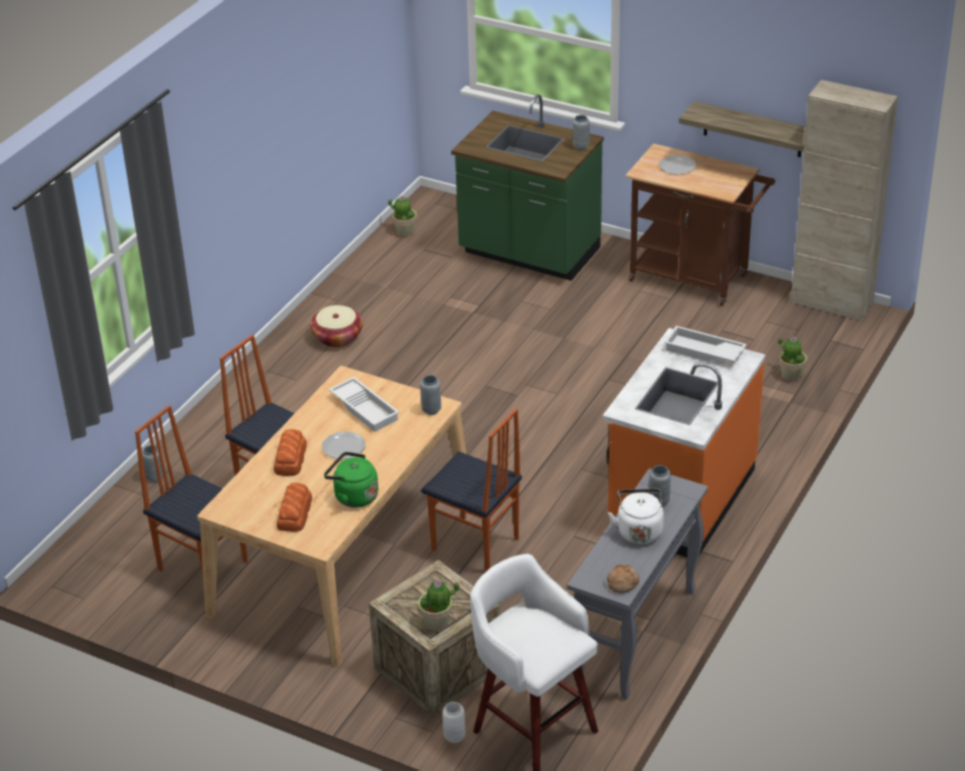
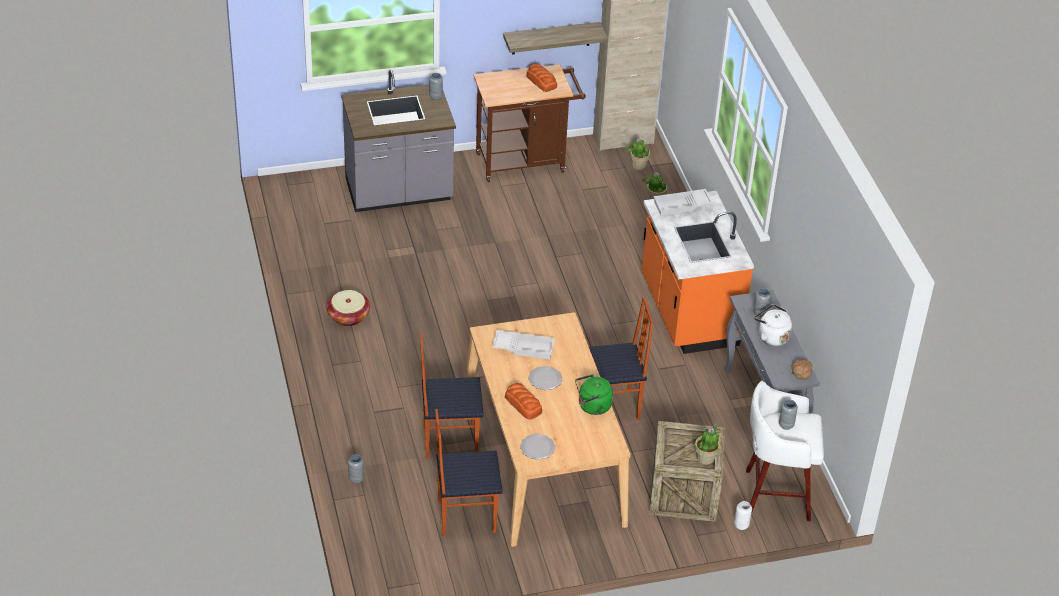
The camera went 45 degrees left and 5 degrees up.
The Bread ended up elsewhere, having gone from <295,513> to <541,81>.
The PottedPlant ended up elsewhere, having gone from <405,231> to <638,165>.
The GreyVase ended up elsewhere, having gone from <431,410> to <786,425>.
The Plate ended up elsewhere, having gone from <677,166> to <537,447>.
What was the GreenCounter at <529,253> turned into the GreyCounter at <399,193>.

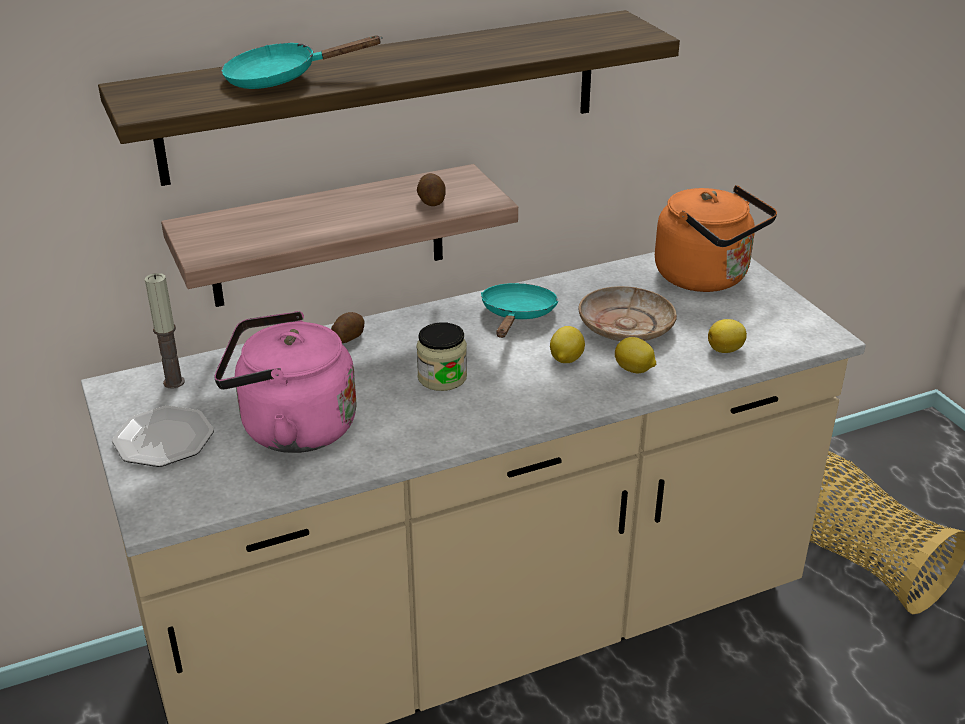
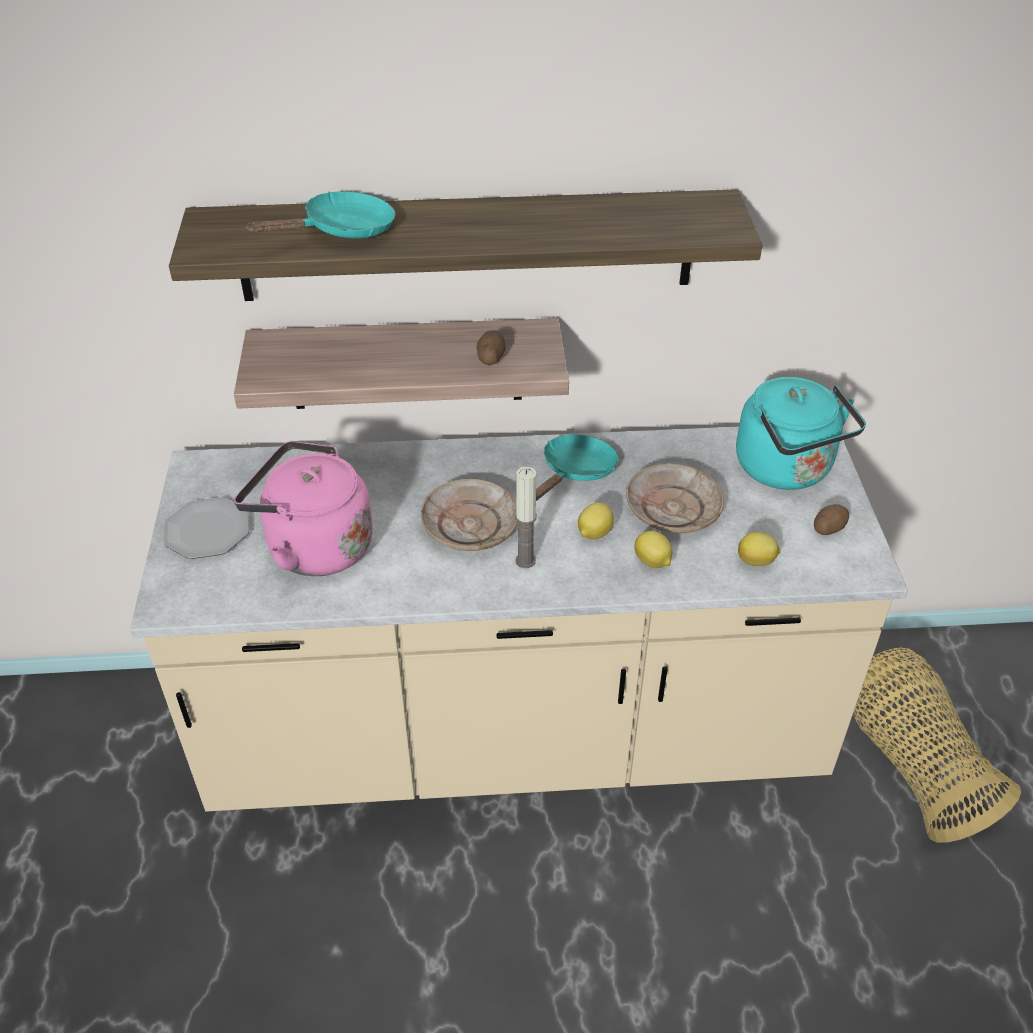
The camera went 20 degrees right and 10 degrees up.
The Candle ended up elsewhere, having gone from <174,382> to <525,561>.
The Potato ended up elsewhere, having gone from <347,337> to <828,528>.
Where the Jar stood at <442,377>, the BeigePlate came to stand at <470,525>.
What was the OrangeKettle at <707,278> turned into the TurquoiseKettle at <787,470>.
The TurquoiseFryingPan at <281,78> ended up facing another way, 135 degrees clockwise from before.

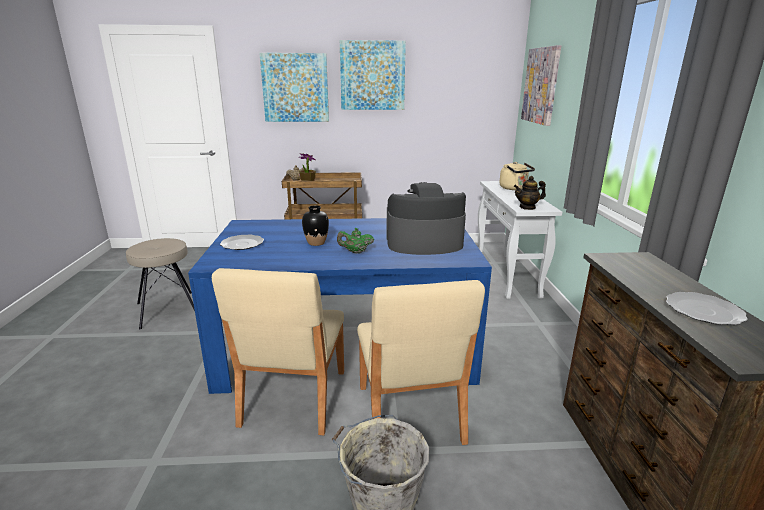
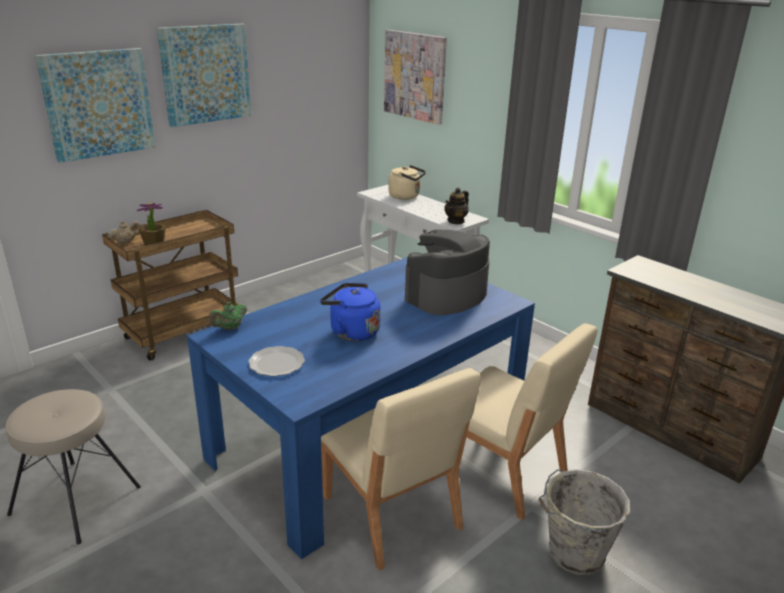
The camera went 40 degrees left and 5 degrees up.
The second view lost the Plate at <704,311>.
The GreenTeapot ended up elsewhere, having gone from <355,252> to <230,328>.
Where the BlackVase stood at <316,243>, the BlueKettle came to stand at <351,332>.

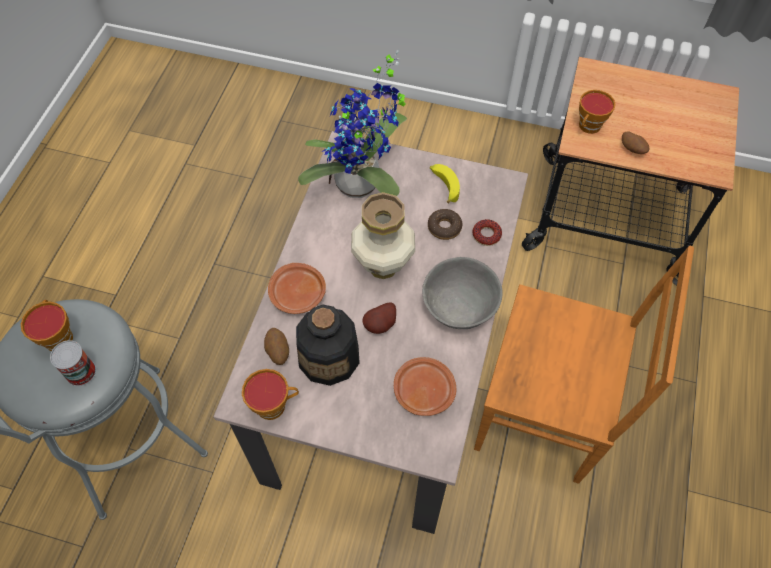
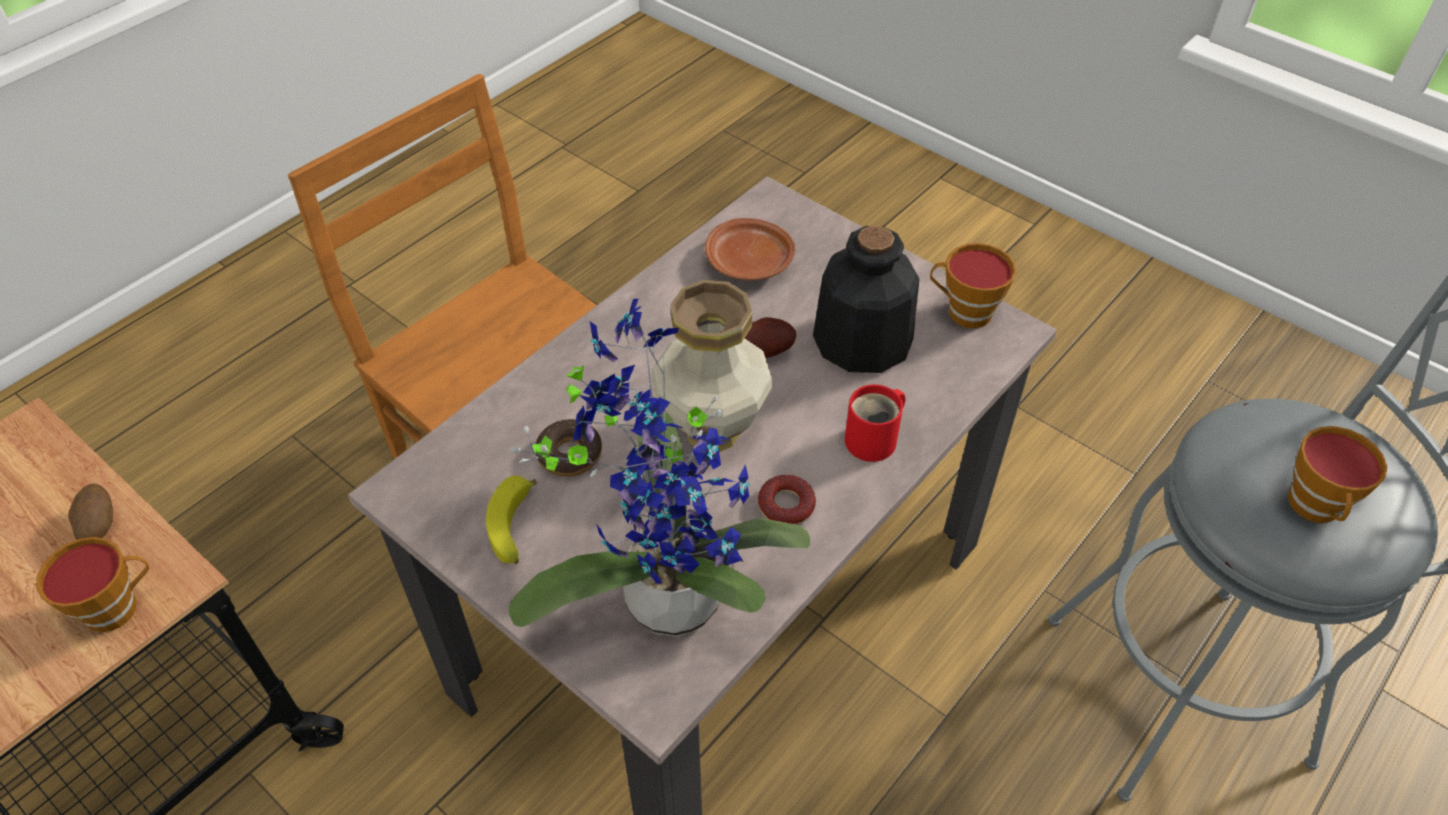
The camera went 155 degrees left and 10 degrees down.
The second view lost the Can at <80,372>.
The second view lost the Potato at <277,352>.
The second view lost the GreyBowl at <459,306>.
The Donut ended up elsewhere, having gone from <486,235> to <786,505>.
Where the BrownPlate stood at <298,294>, the RedMug came to stand at <875,439>.

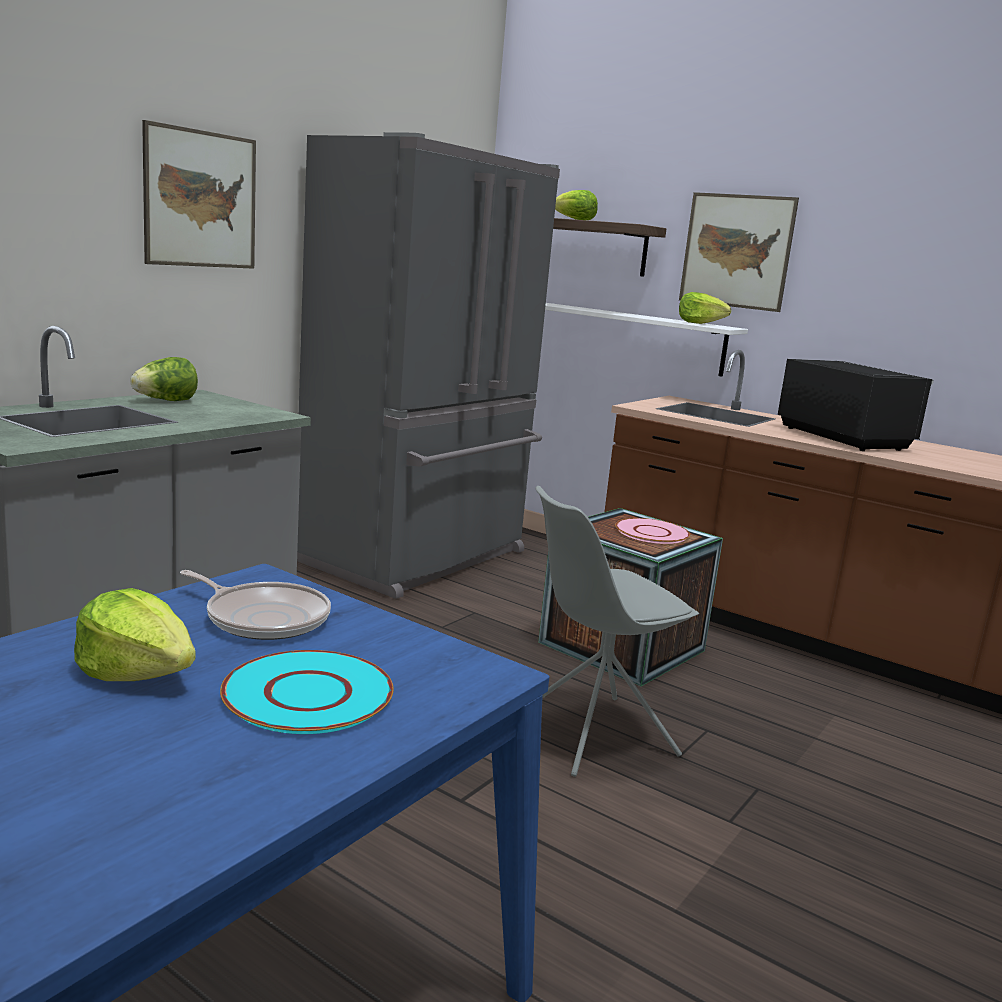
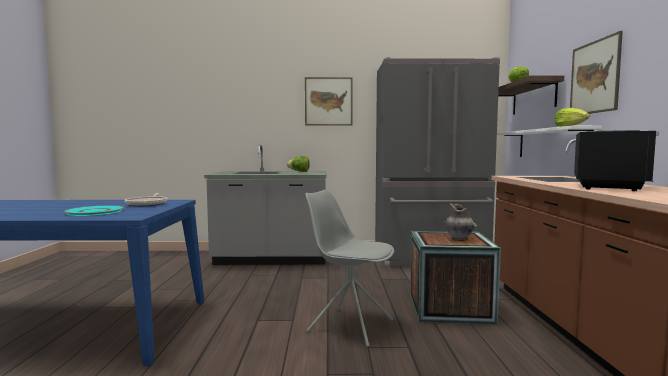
The camera went 55 degrees right and 10 degrees down.
The second view lost the Lettuce at <137,672>.
Where the PinkPlate stood at <652,532>, the GreyVase came to stand at <459,239>.

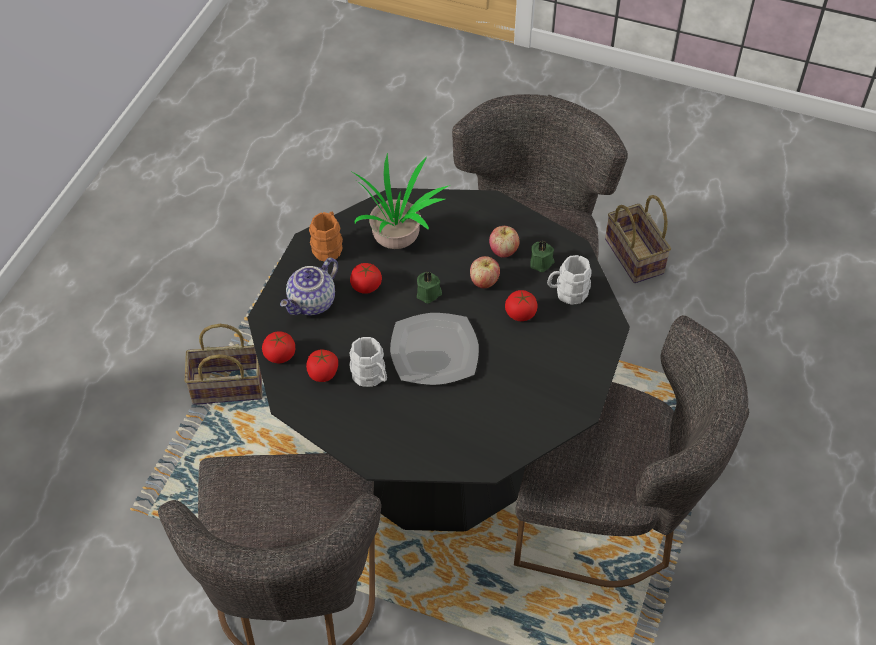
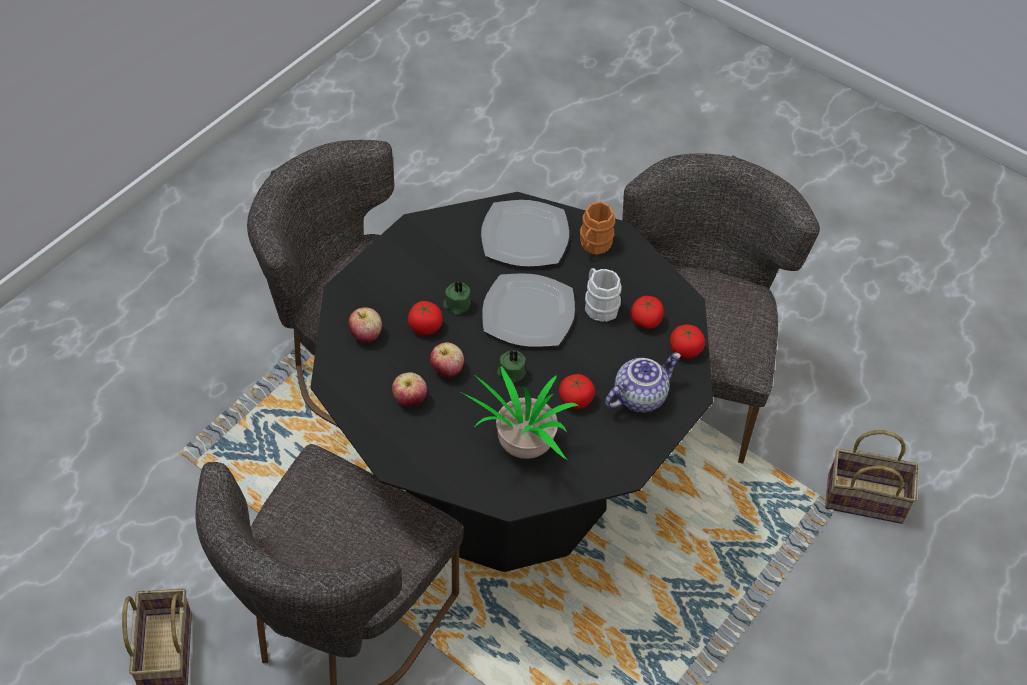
The camera went 165 degrees left and 0 degrees up.
The second view gained the Plate at <524,237>.
The Basket ended up elsewhere, having gone from <225,388> to <867,498>.
The OrangeMug ended up elsewhere, having gone from <328,246> to <593,245>.
The GreenCandle ended up elsewhere, having gone from <542,263> to <456,304>.
Where the WhiteMug stood at <567,293>, the Apple came to stand at <366,335>.

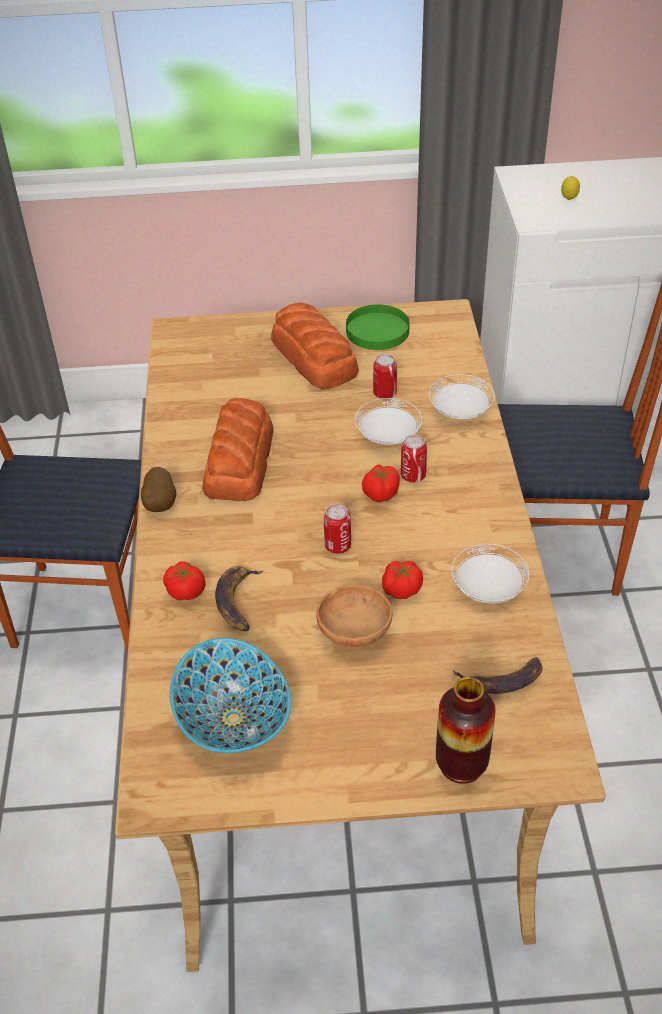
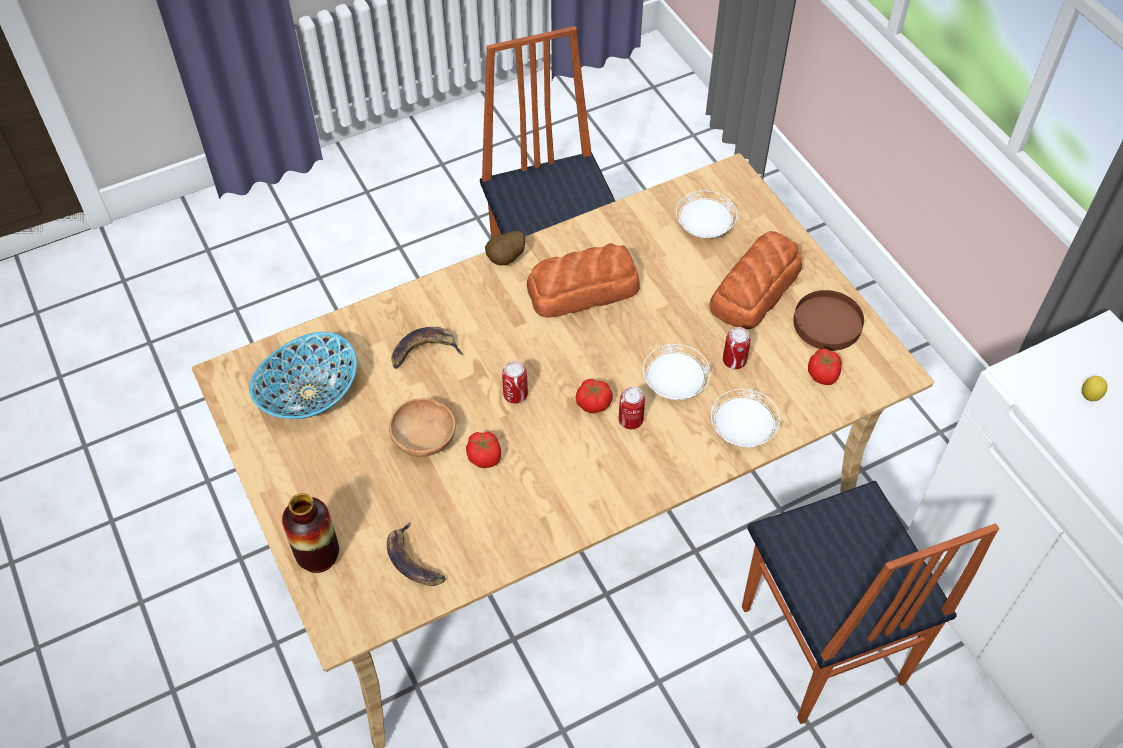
The camera went 65 degrees right and 10 degrees up.
The Tomato ended up elsewhere, having gone from <186,592> to <822,375>.
The WhitePlate ended up elsewhere, having gone from <488,588> to <704,227>.
What was the GreenPlate at <377,330> turned into the BrownPlate at <828,323>.

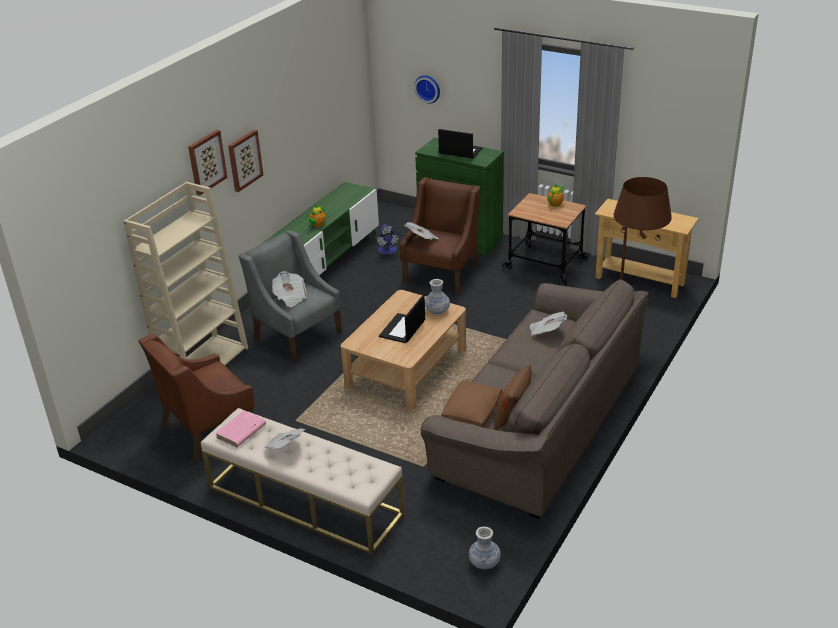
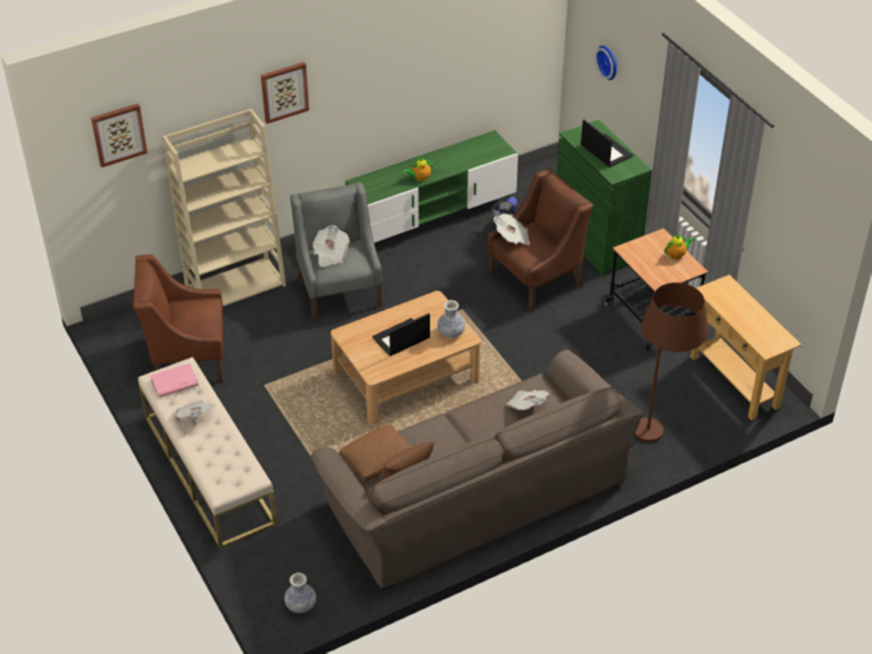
The camera went 30 degrees right and 10 degrees up.
The Picture ended up elsewhere, having gone from <244,160> to <118,134>.

